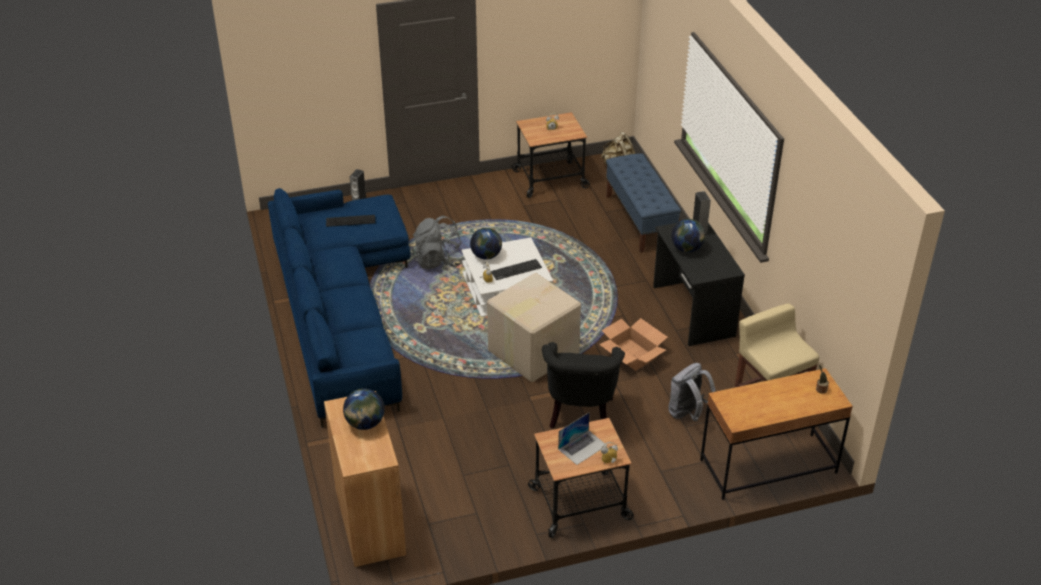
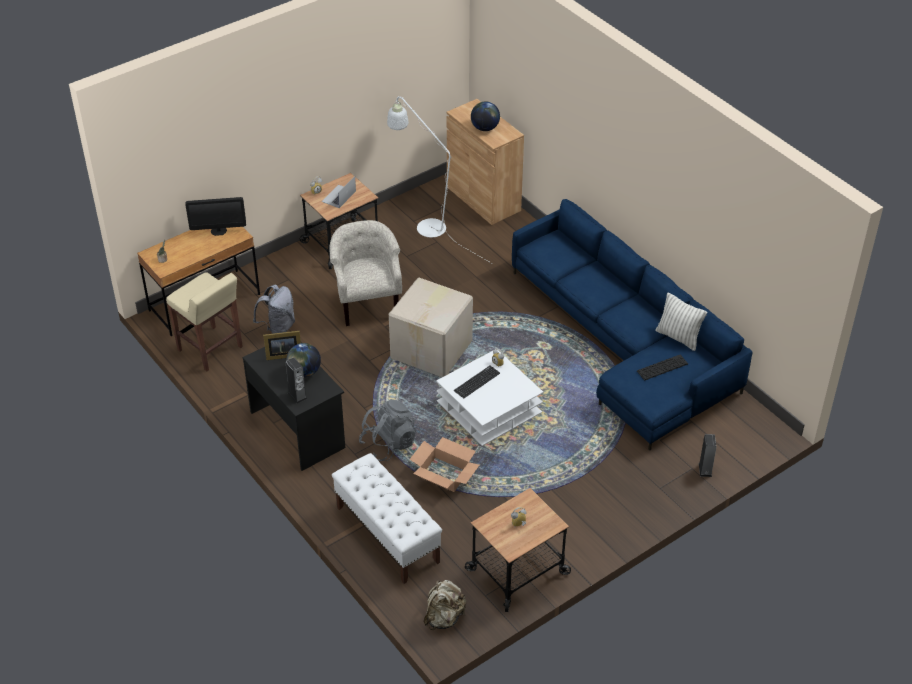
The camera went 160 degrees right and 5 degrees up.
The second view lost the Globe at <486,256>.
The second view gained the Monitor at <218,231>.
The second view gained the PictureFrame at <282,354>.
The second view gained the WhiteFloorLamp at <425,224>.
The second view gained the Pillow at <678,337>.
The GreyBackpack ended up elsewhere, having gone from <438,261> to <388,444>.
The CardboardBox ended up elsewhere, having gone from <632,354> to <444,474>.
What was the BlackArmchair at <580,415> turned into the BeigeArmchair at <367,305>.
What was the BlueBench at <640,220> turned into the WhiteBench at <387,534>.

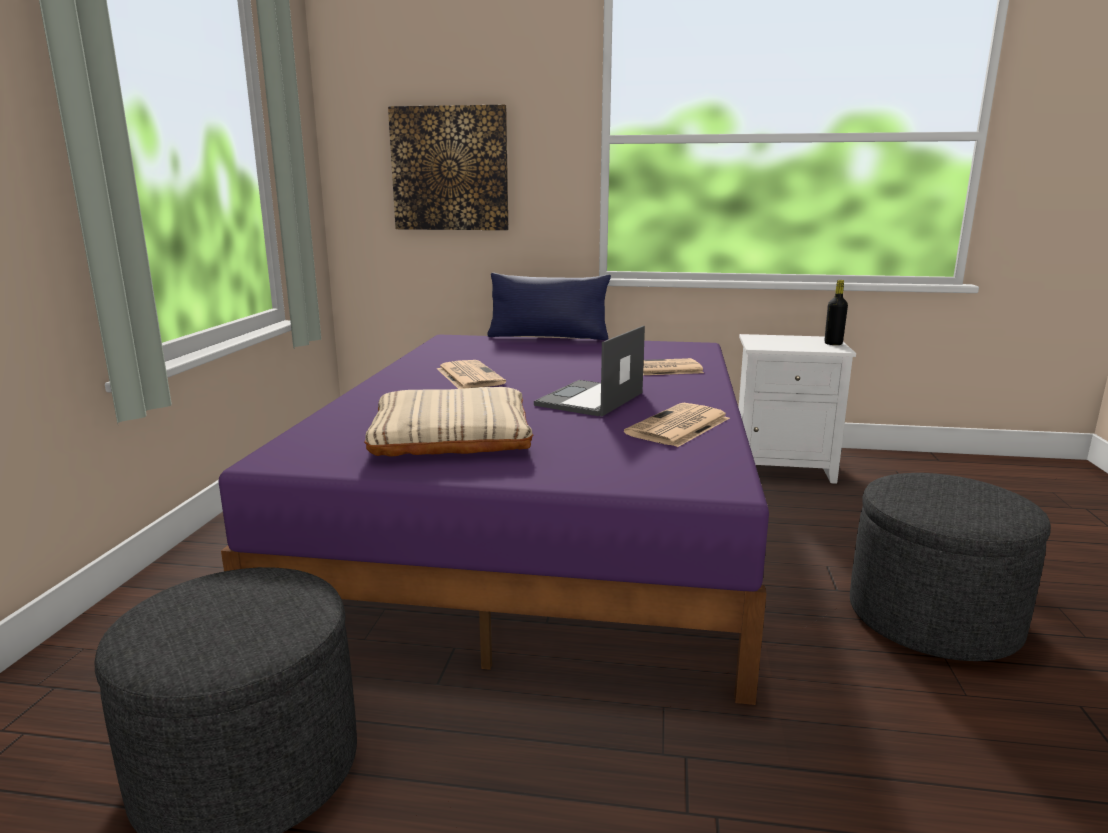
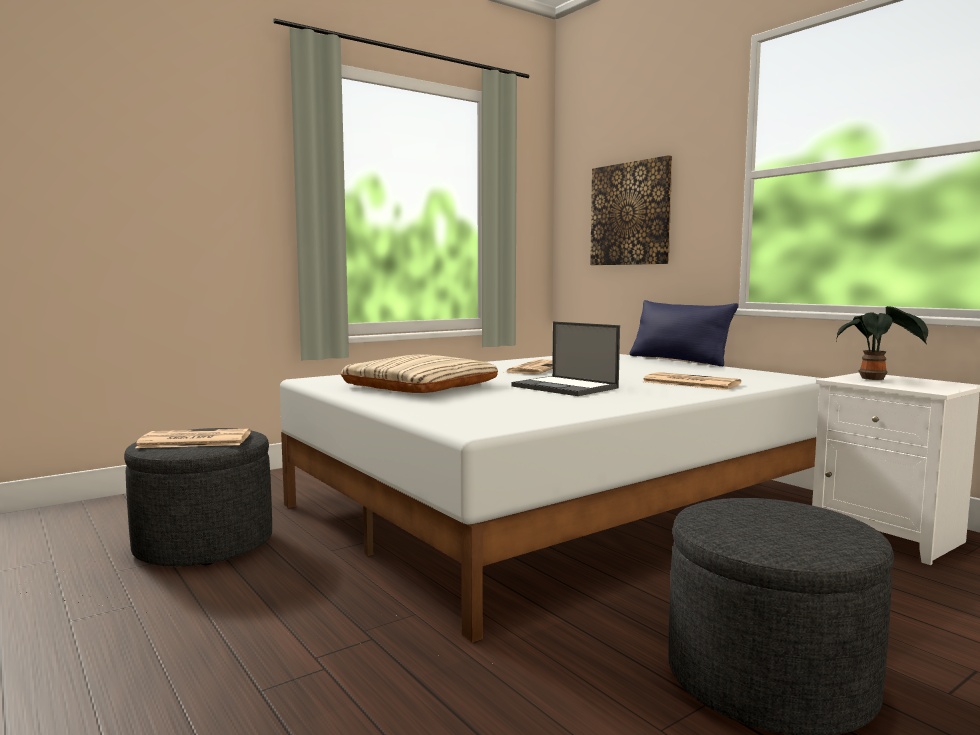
The camera went 45 degrees right and 10 degrees down.
The second view lost the BlackBottle at <833,343>.
The second view gained the PottedPlant at <876,379>.
The Newspaper ended up elsewhere, having gone from <678,426> to <193,440>.
What was the PurpleBed at <542,525> turned into the WhiteBed at <558,506>.
The Laptop at <589,399> ended up facing another way, 120 degrees counterclockwise from before.

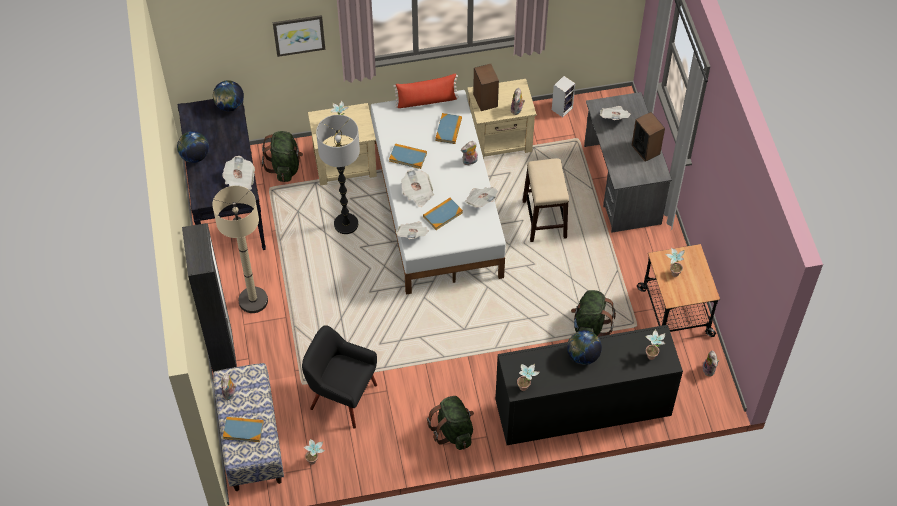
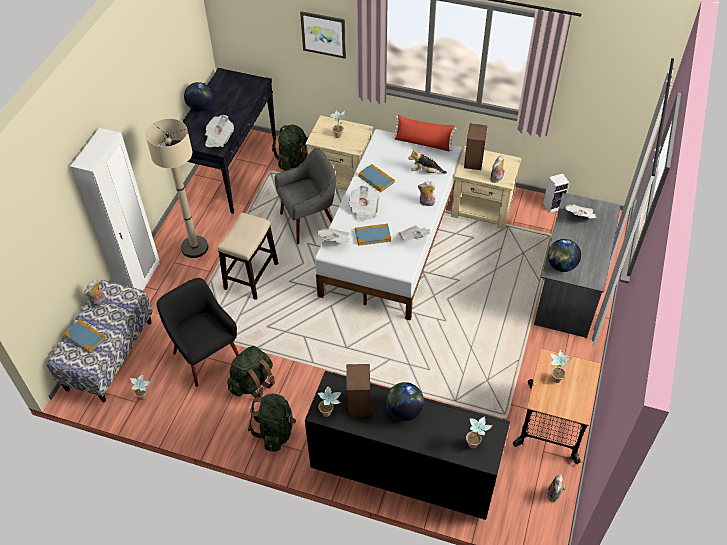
The camera went 30 degrees right and 5 degrees down.
The Globe ended up elsewhere, having gone from <230,105> to <561,266>.
The Stool ended up elsewhere, having gone from <544,218> to <251,275>.
The GreenBackpack ended up elsewhere, having gone from <589,326> to <252,383>.
The Speaker ended up elsewhere, having gone from <645,149> to <359,404>.
Where the FloorLamp stood at <346,224>, the GreyArmchair came to stand at <309,221>.
Where the Book stood at <448,129>, the PlushToy came to stand at <426,171>.
What was the BlackWardrobe at <224,356> turned into the WhiteWardrobe at <140,280>.

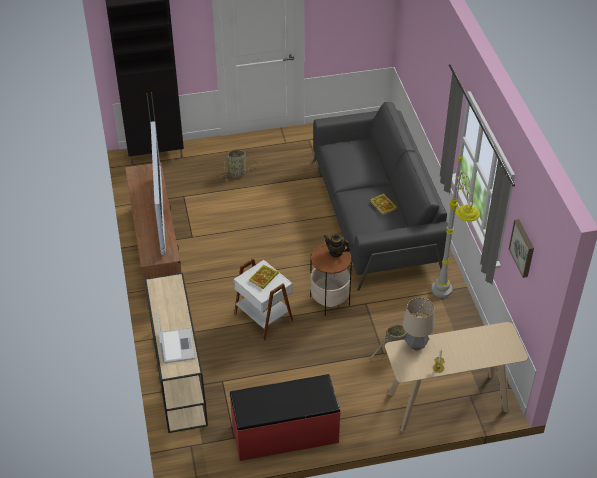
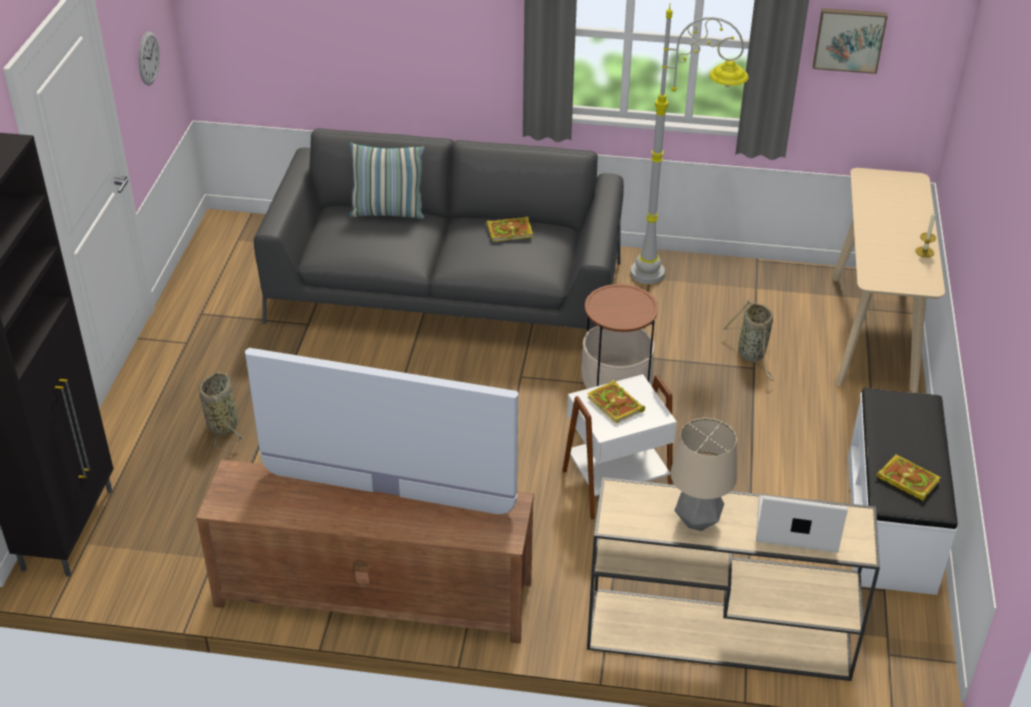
The camera went 70 degrees left and 5 degrees down.
The second view lost the Teapot at <336,252>.
The second view gained the WallClock at <148,58>.
The second view gained the Pillow at <387,213>.
The second view gained the Book at <906,480>.
The TableLamp ended up elsewhere, having gone from <415,345> to <697,521>.
What was the RedBench at <285,434> turned into the WhiteBench at <891,522>.

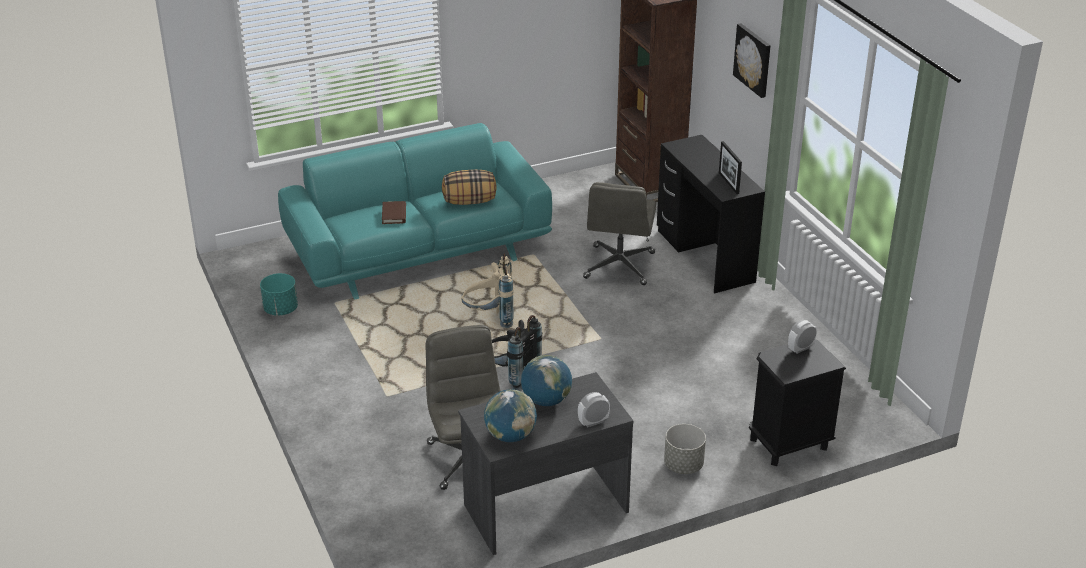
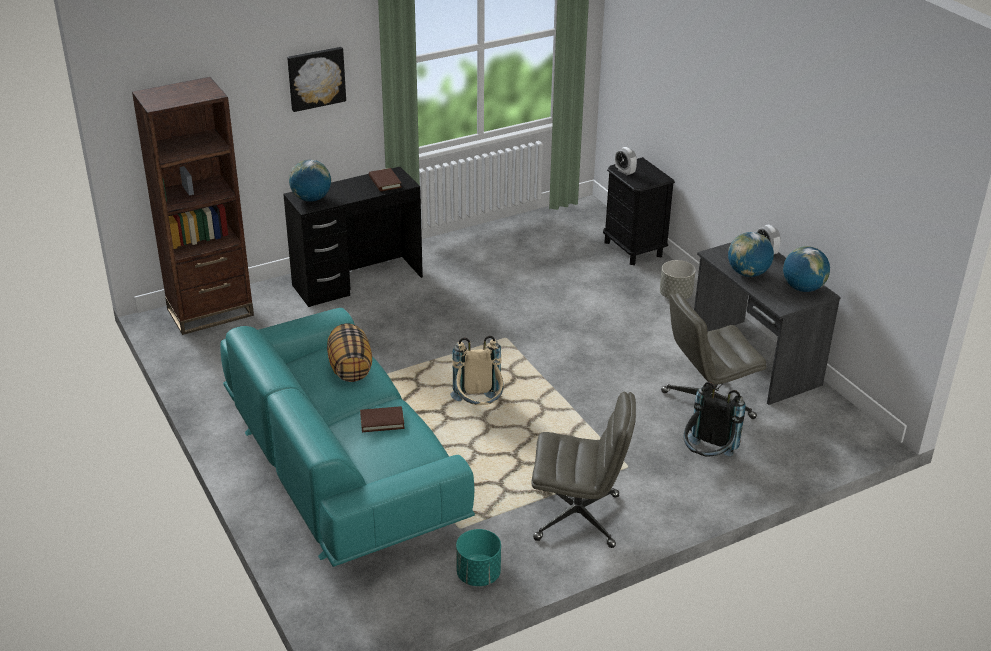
The camera went 95 degrees left and 0 degrees up.
The second view gained the Globe at <311,199>.
The BlackBackpack ended up elsewhere, having gone from <511,375> to <707,458>.
The GreyOfficeChair ended up elsewhere, having gone from <619,266> to <578,517>.
Where the PictureFrame stood at <728,183>, the BrownBook came to stand at <385,182>.

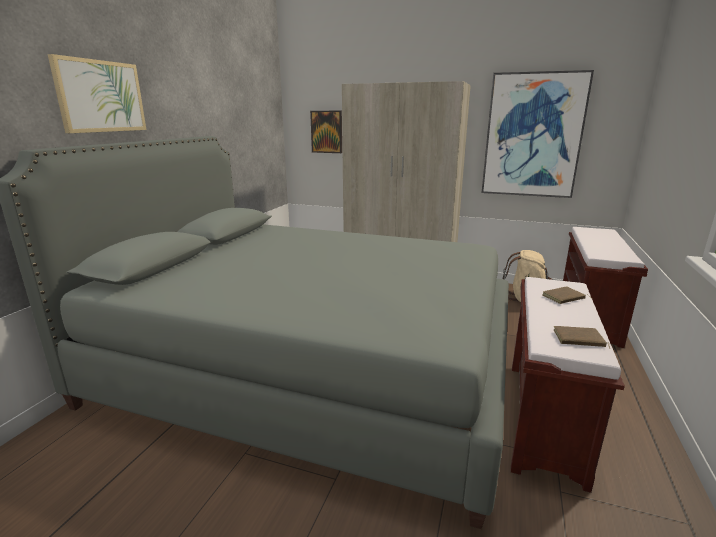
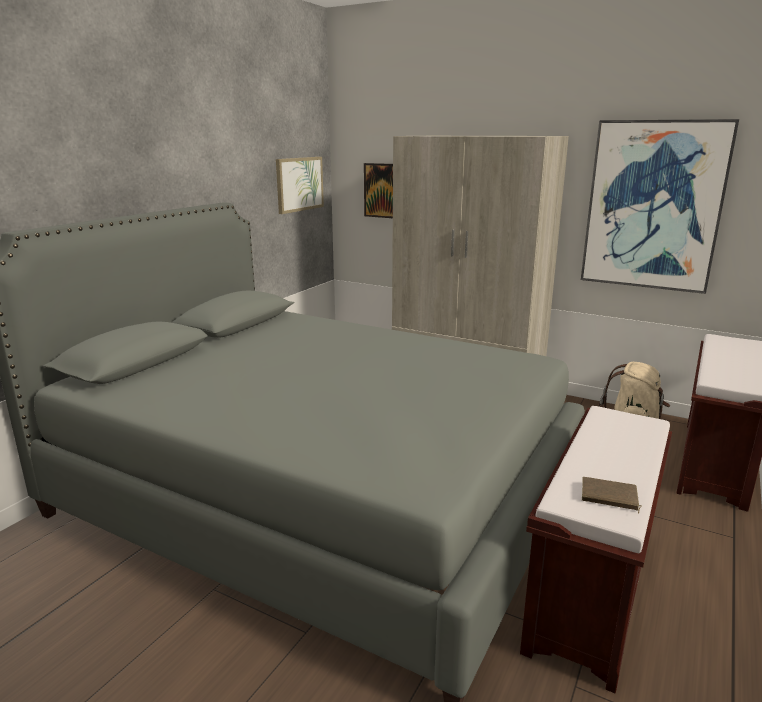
The camera went 10 degrees right and 0 degrees up.
The second view lost the BrownBook at <564,298>.
The Picture ended up elsewhere, having gone from <100,96> to <299,184>.

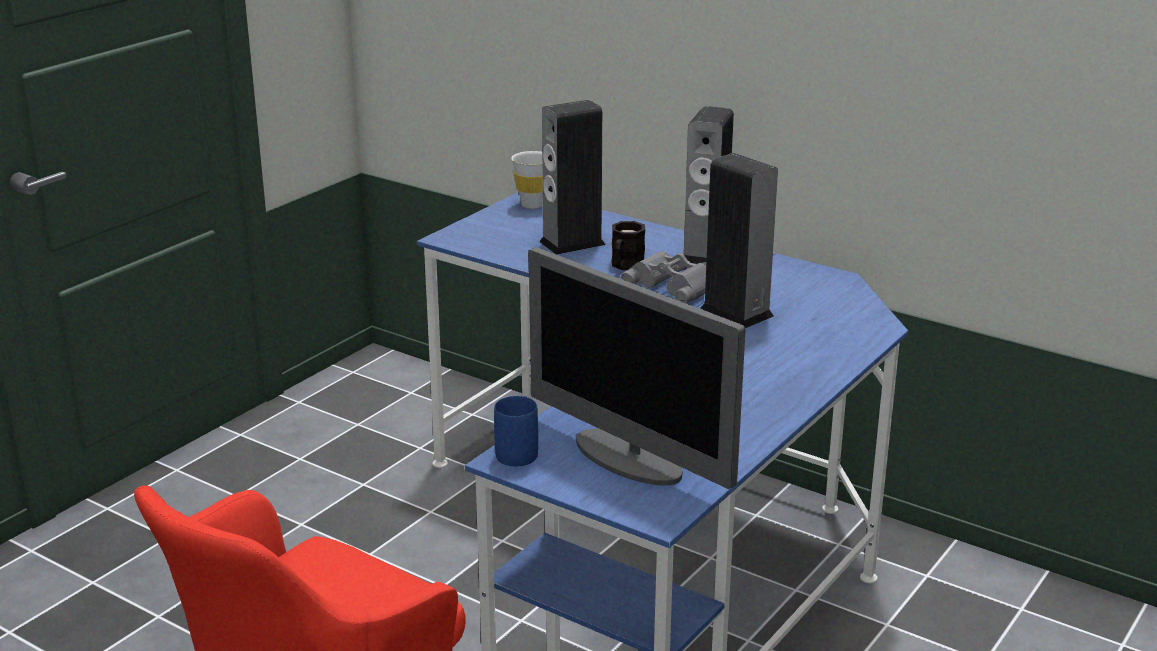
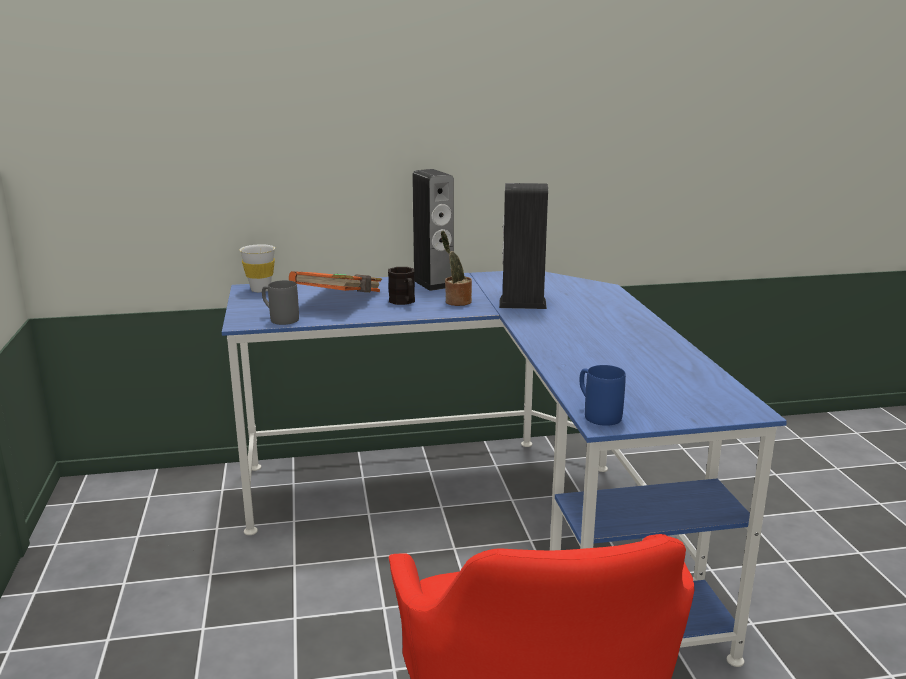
The camera went 45 degrees left and 5 degrees down.
The second view lost the Monitor at <629,459>.
The second view gained the GreyMug at <279,319>.
Where the Speaker stood at <572,243>, the OrangeBook came to stand at <340,301>.
Where the GreyBinoculars stood at <674,285>, the PottedPlant came to stand at <456,302>.

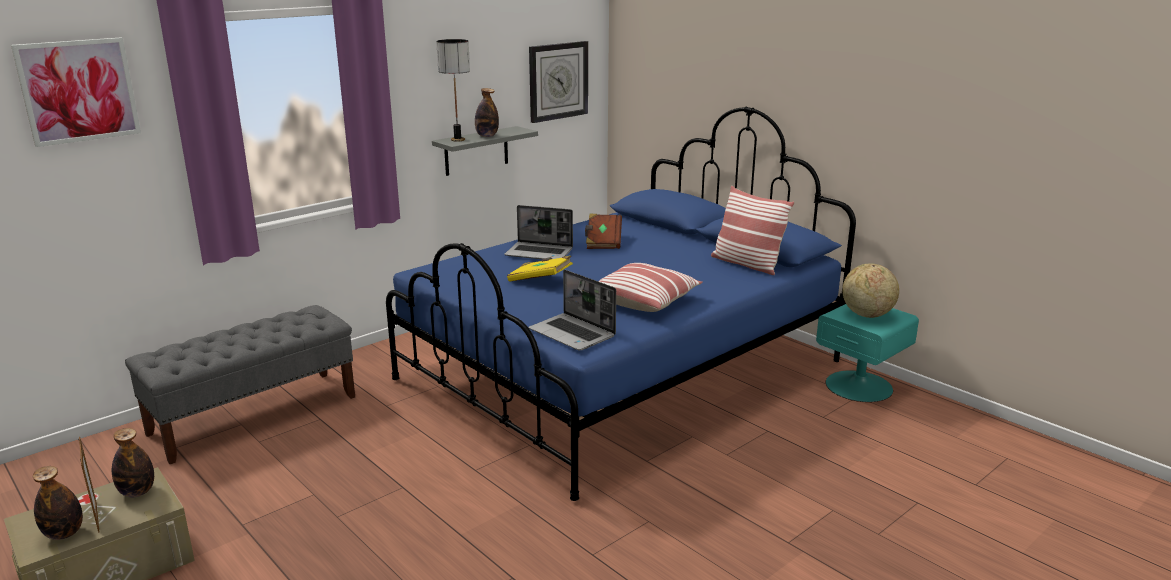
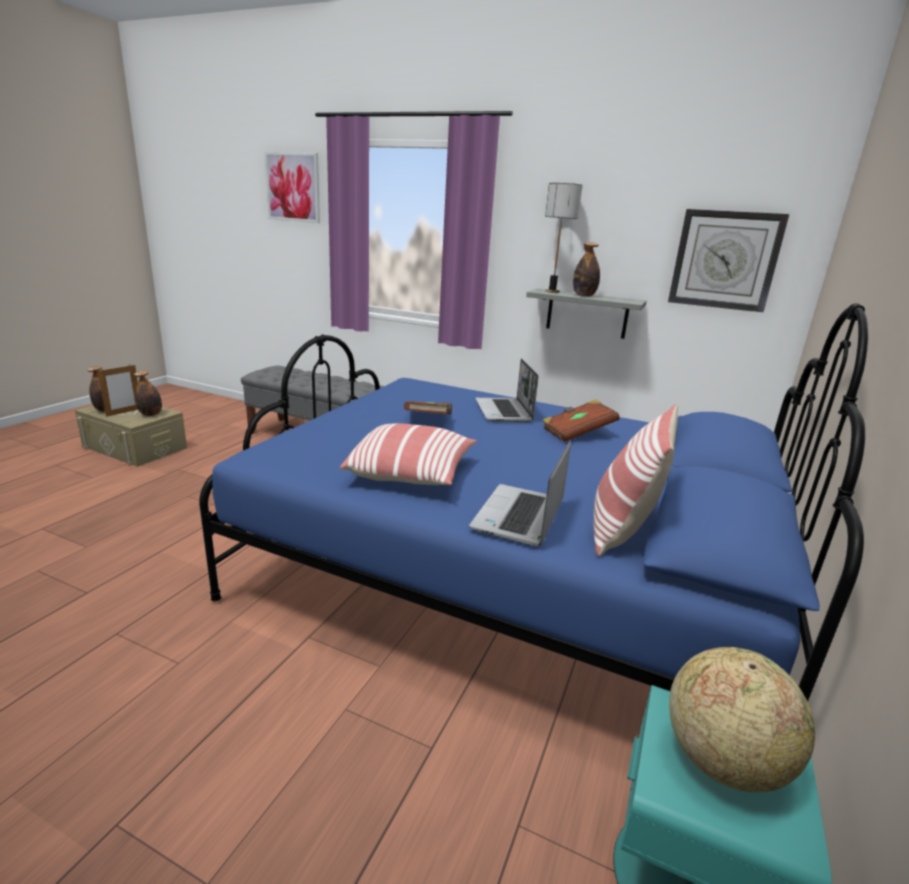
The camera went 65 degrees right and 0 degrees up.
The Laptop ended up elsewhere, having gone from <573,334> to <519,517>.
What was the YellowBook at <540,280> turned into the BrownBook at <429,420>.

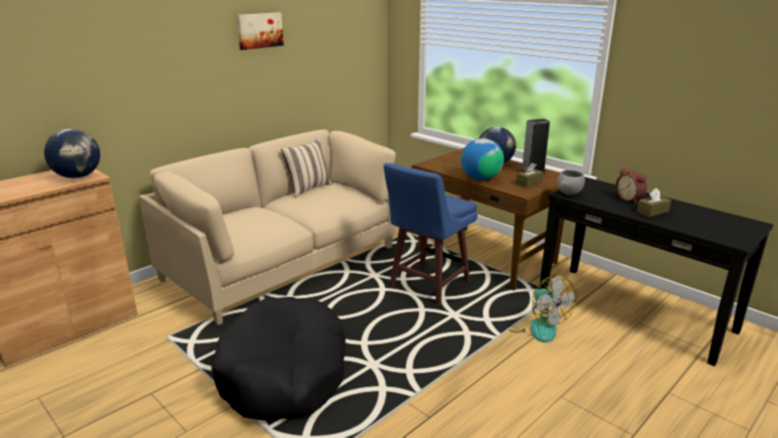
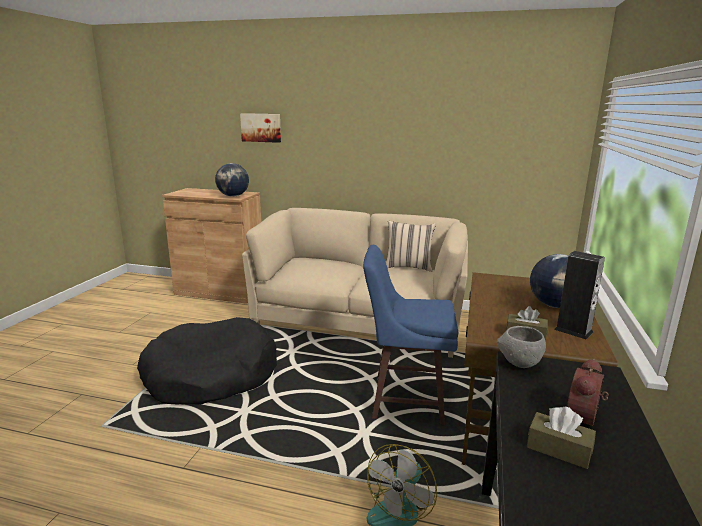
The camera went 60 degrees right and 5 degrees down.
The second view lost the Globe at <480,178>.
The Picture ended up elsewhere, having gone from <259,30> to <261,127>.

